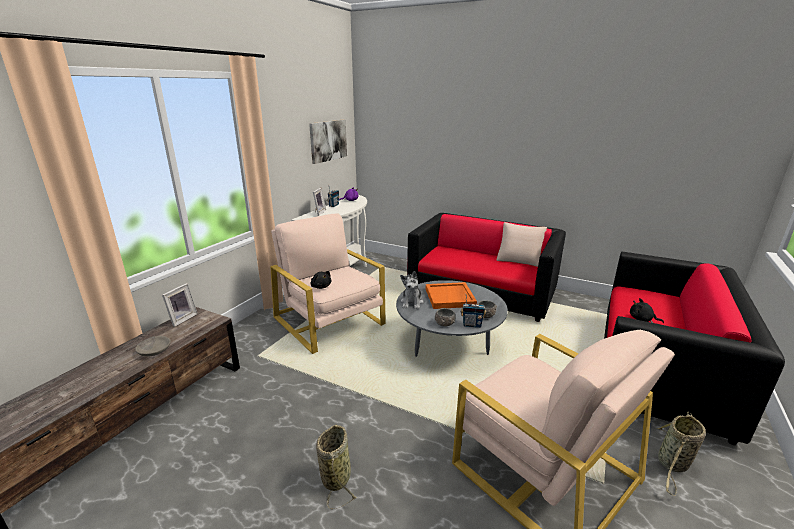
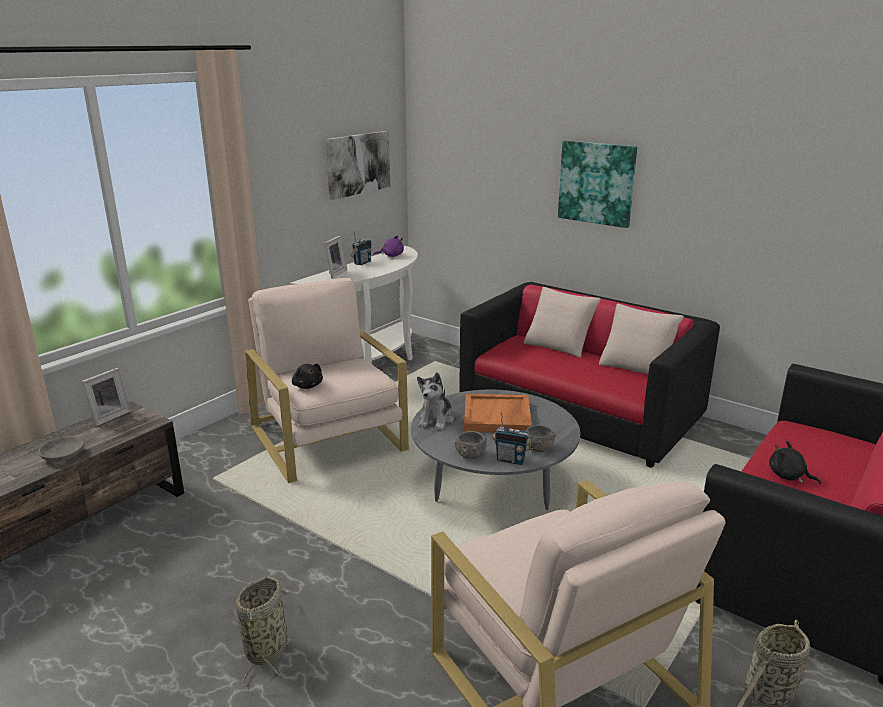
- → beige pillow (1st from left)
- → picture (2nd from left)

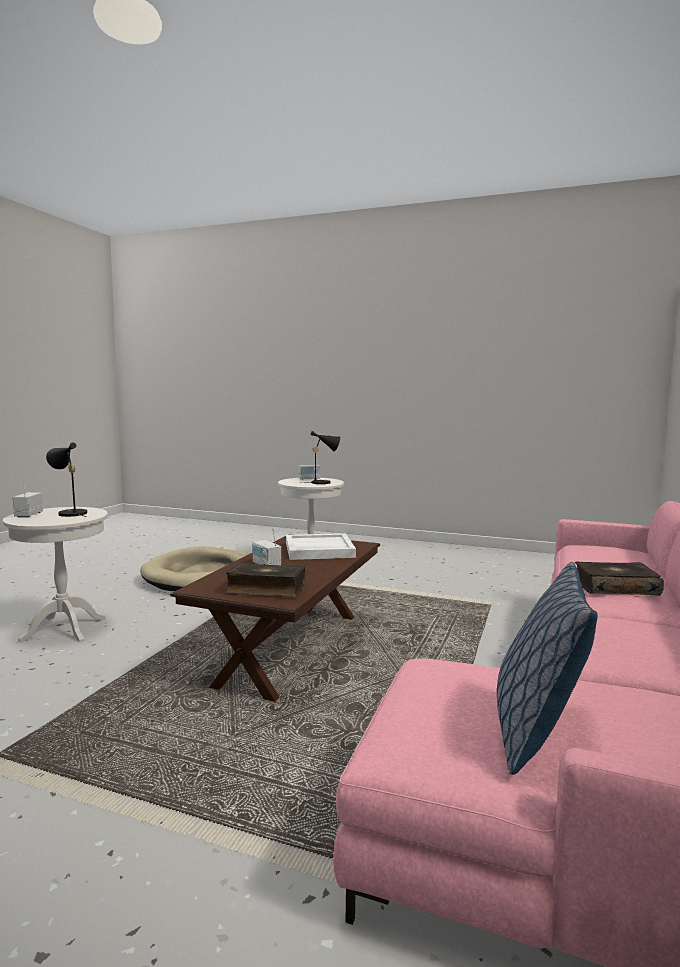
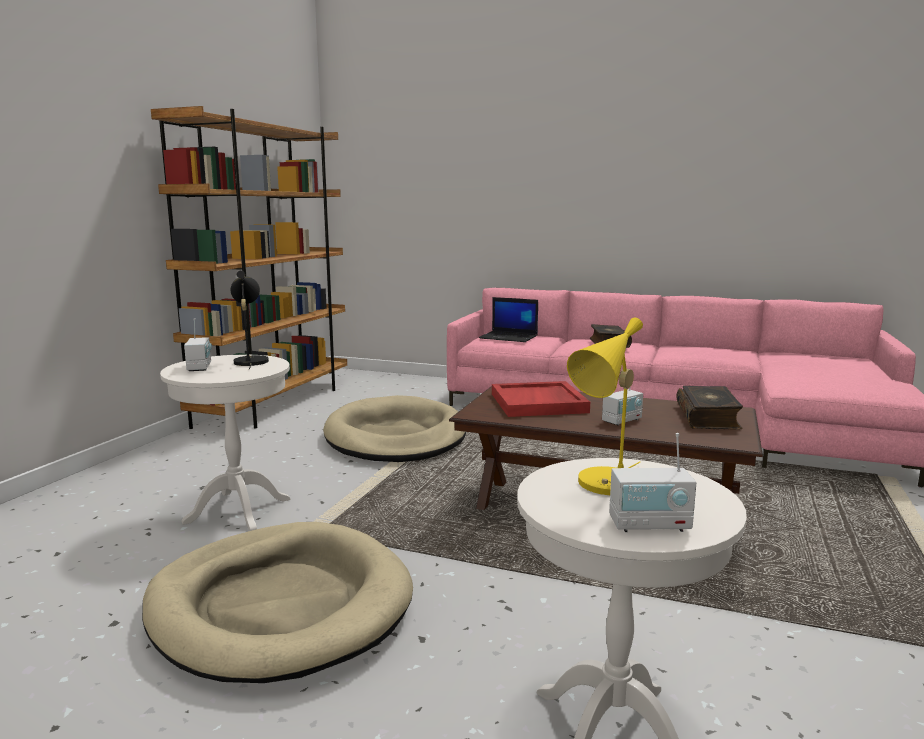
- → brown bookcase
- → beige dog bed (2nd from left)
- → laptop
white tray → red tray
black table lamp (1st from left) → yellow table lamp
pillow → -

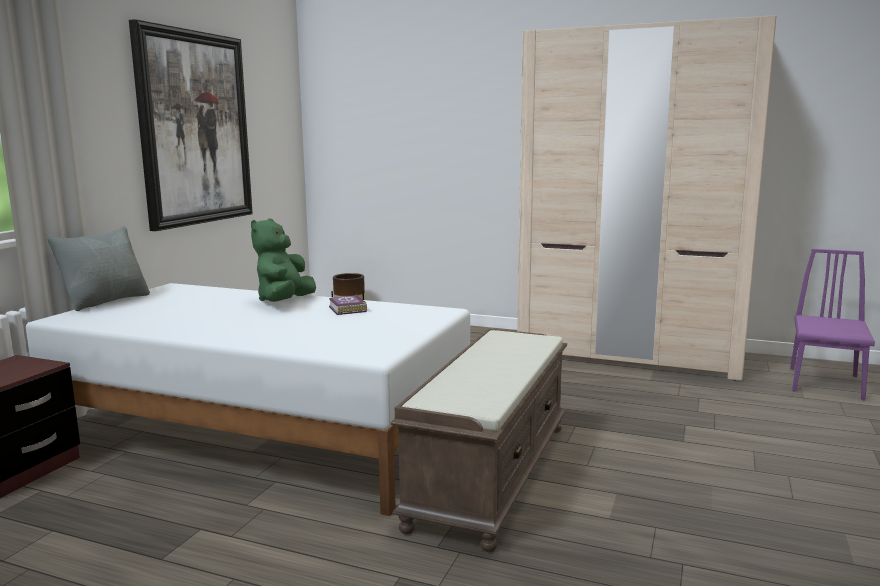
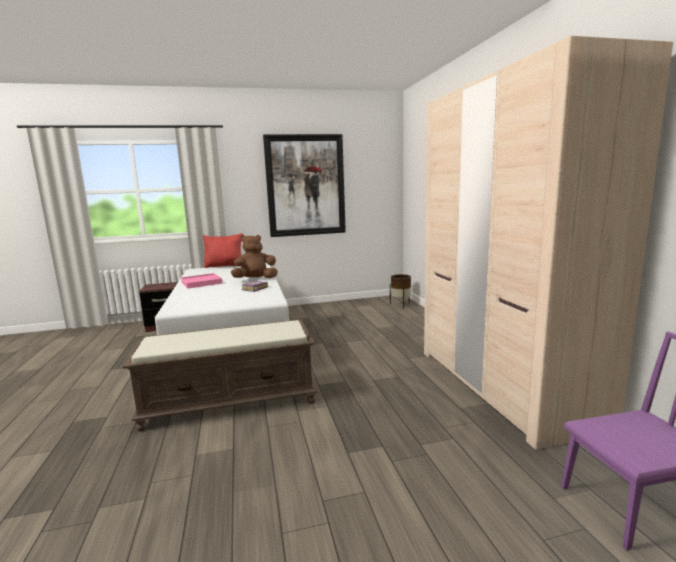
- → pink tray
grey pillow → red pillow
green plush toy → brown plush toy

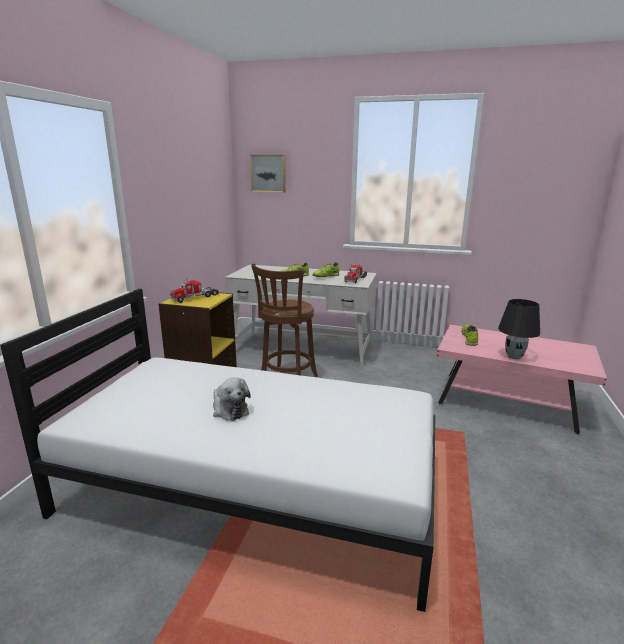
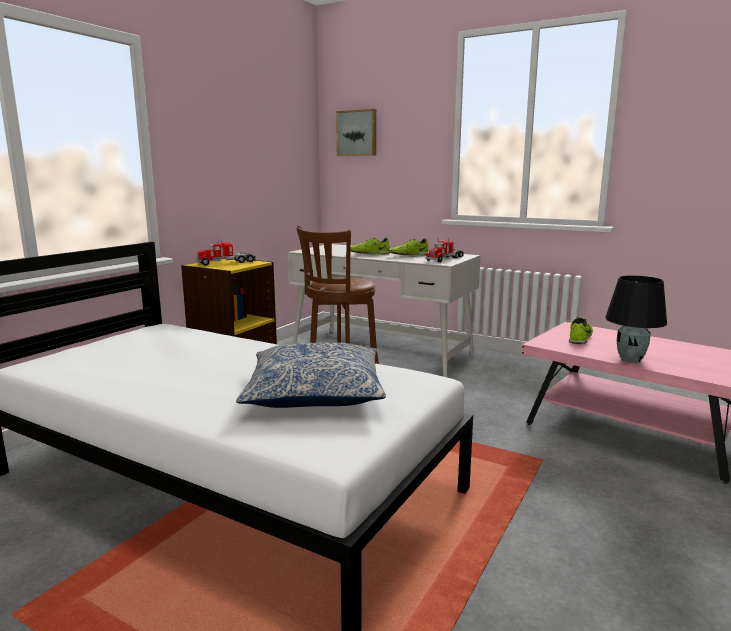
- → pillow
plush toy → -

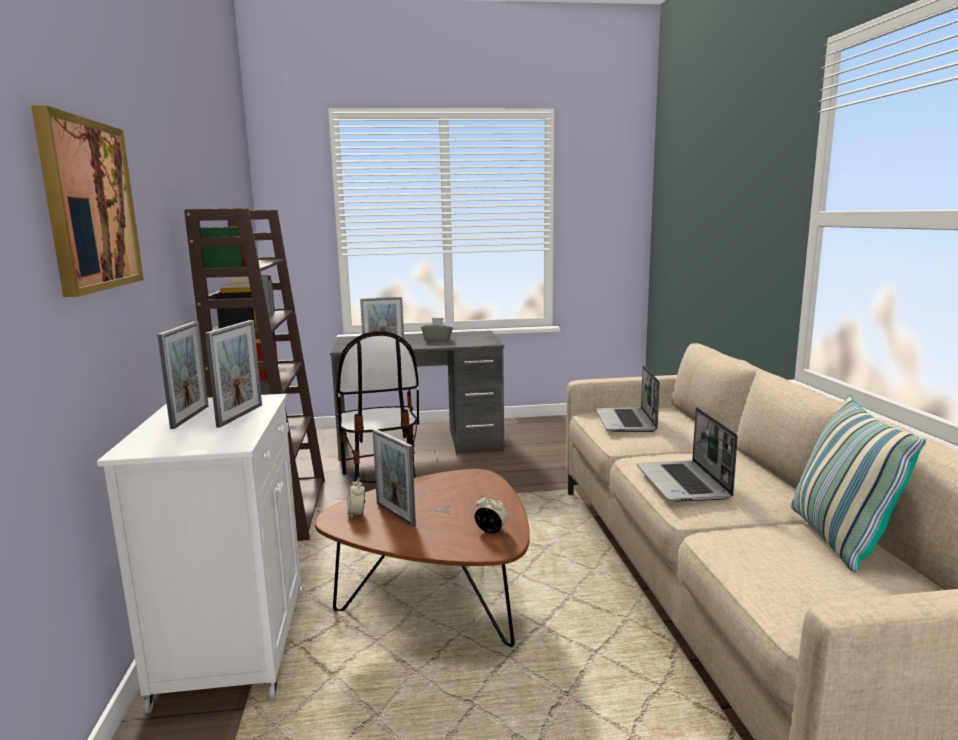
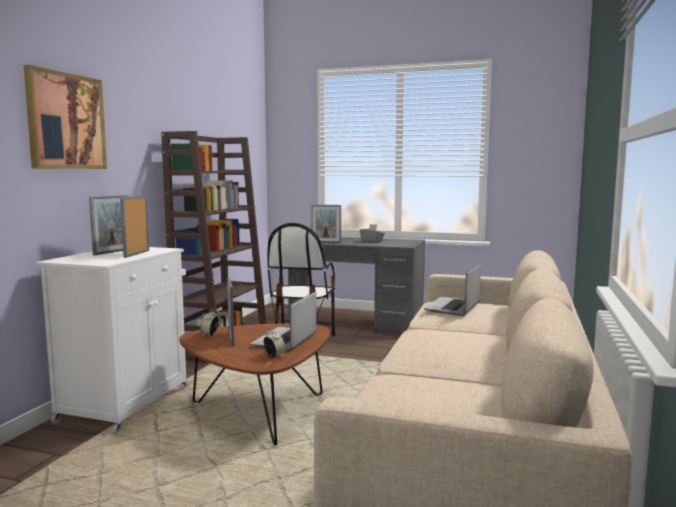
picture frame (2nd from left), 150 degrees clockwise
laptop (2nd from left in the first image) → laptop (1st from left), moved
pillow → -

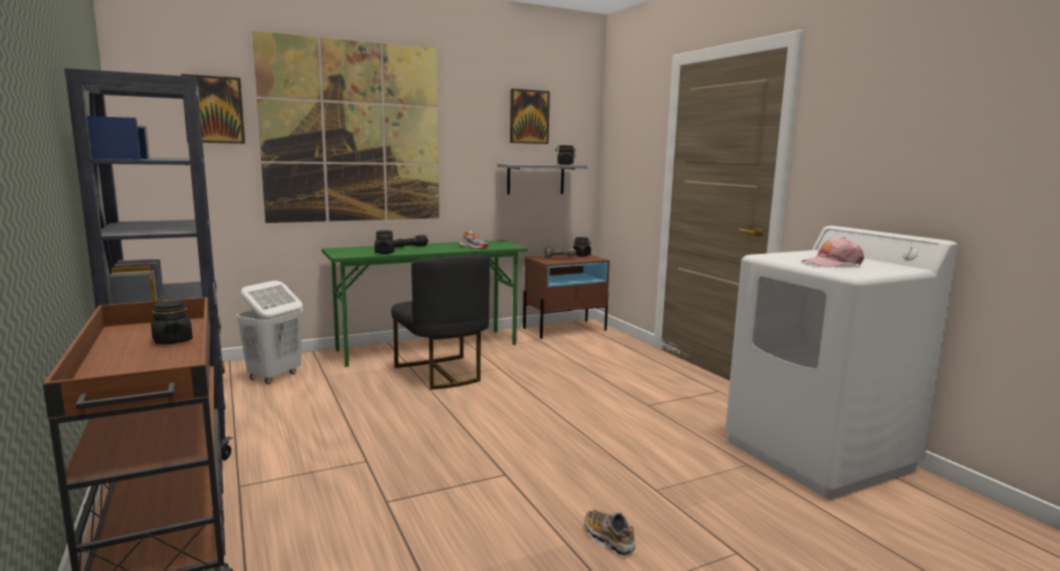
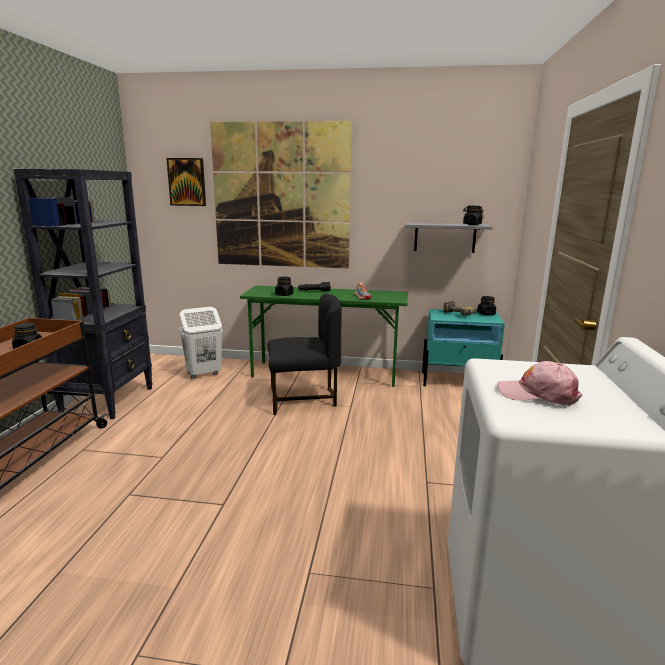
black chair, 105 degrees counterclockwise
brown nightstand → turquoise nightstand
picture (3rd from left) → -
shoe (2nd from left) → -

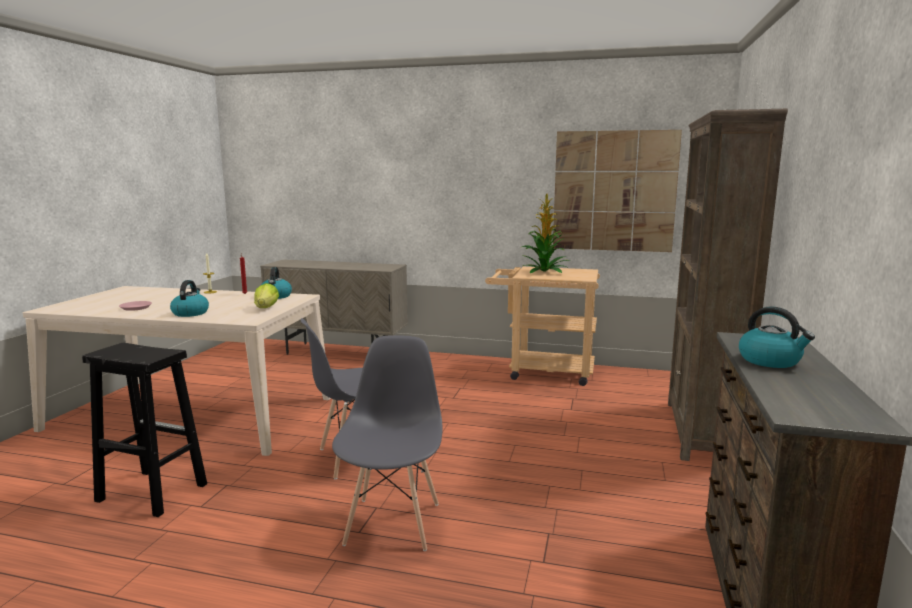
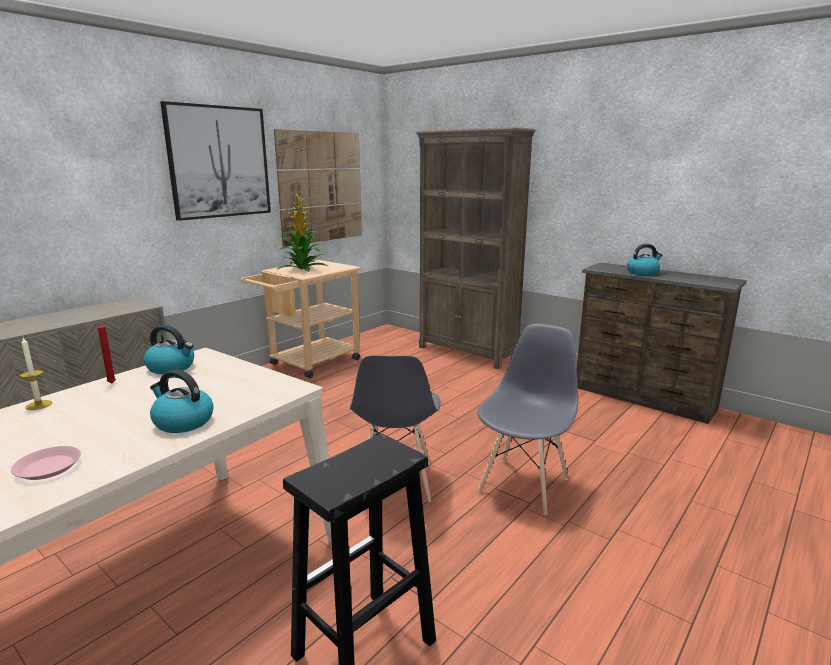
- → picture (1st from left)
grey chair (2nd from left), 90 degrees clockwise
lettuce → -

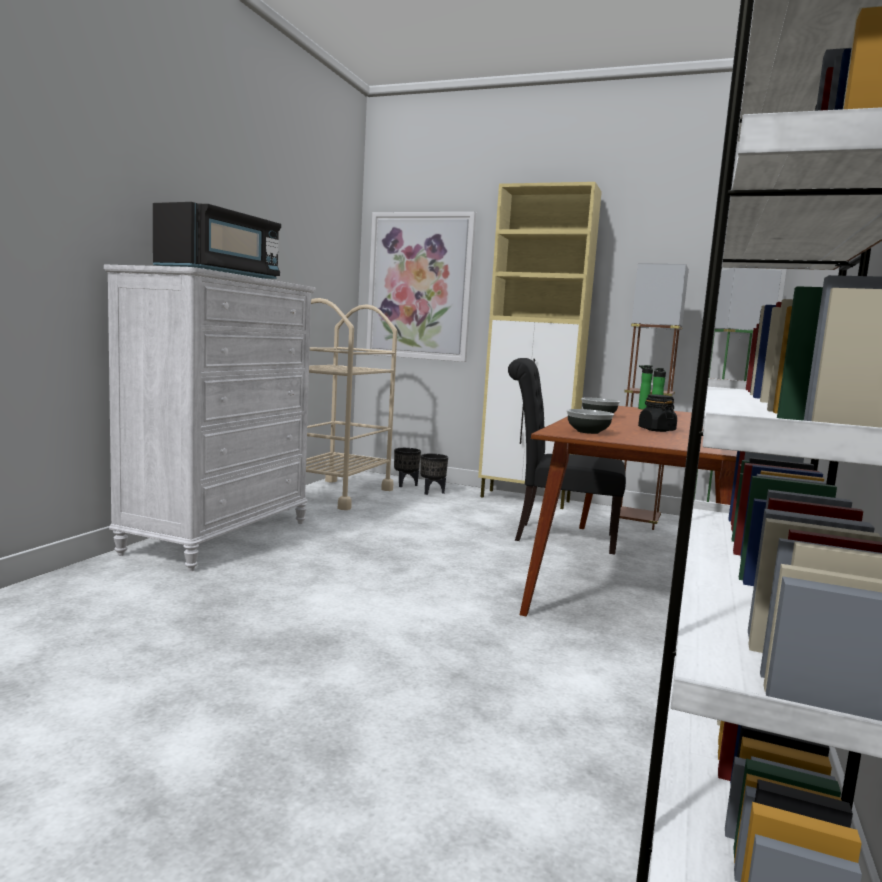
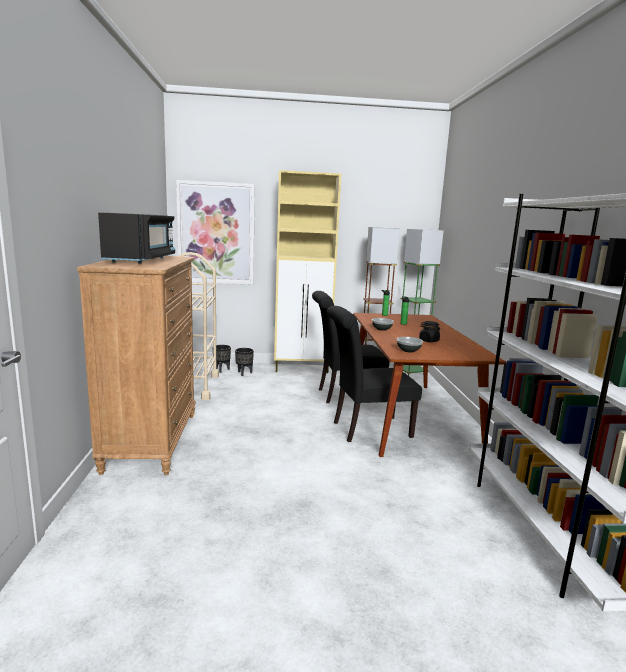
white dresser → brown dresser
- → black chair (2nd from left)

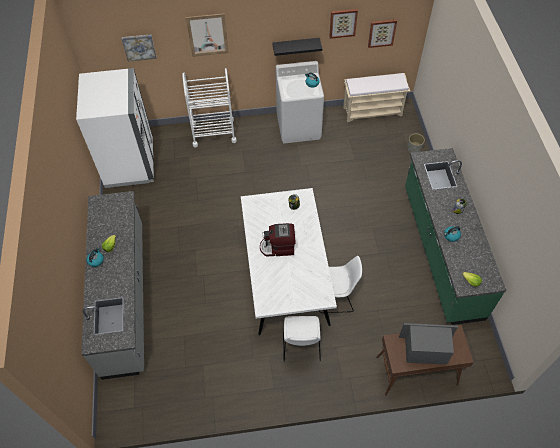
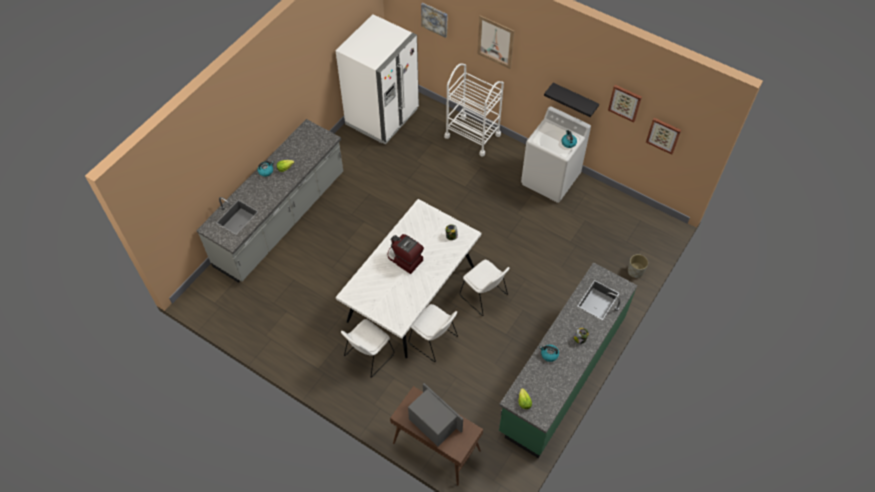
- → white chair (3rd from left)
beige bench → -

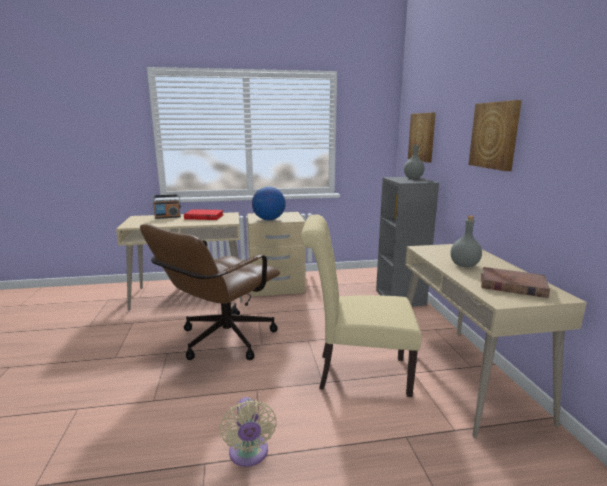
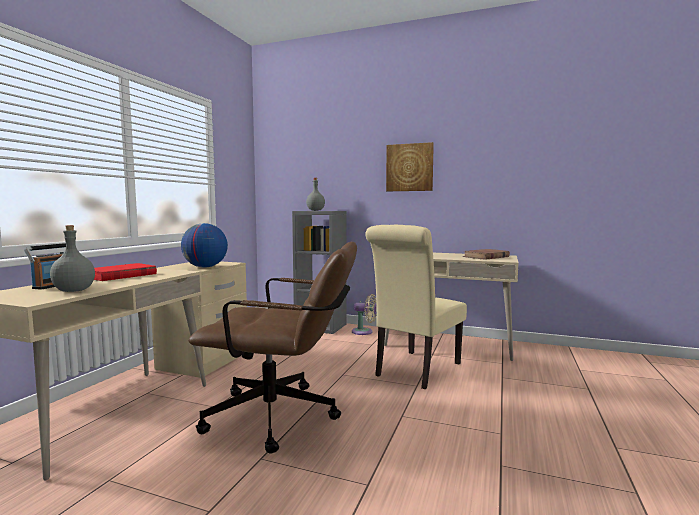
grey bottle (2nd from left in the first image) → grey bottle (1st from left), moved
brown office chair, 60 degrees counterclockwise
beige fan, moved
picture (1st from left) → -

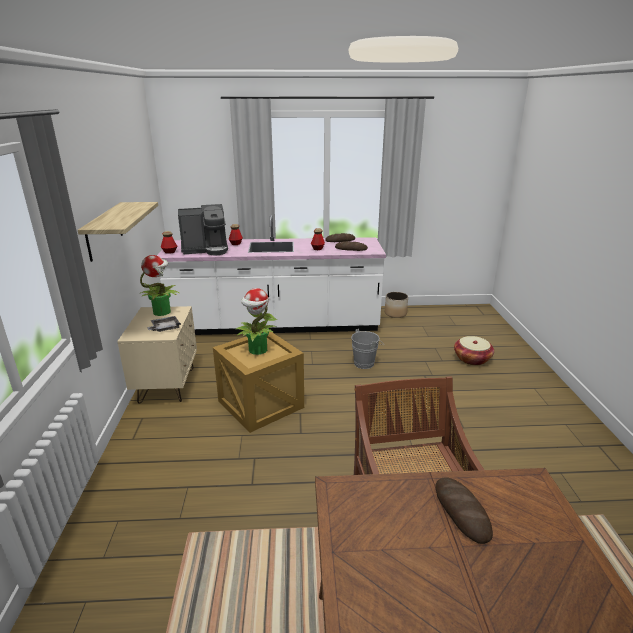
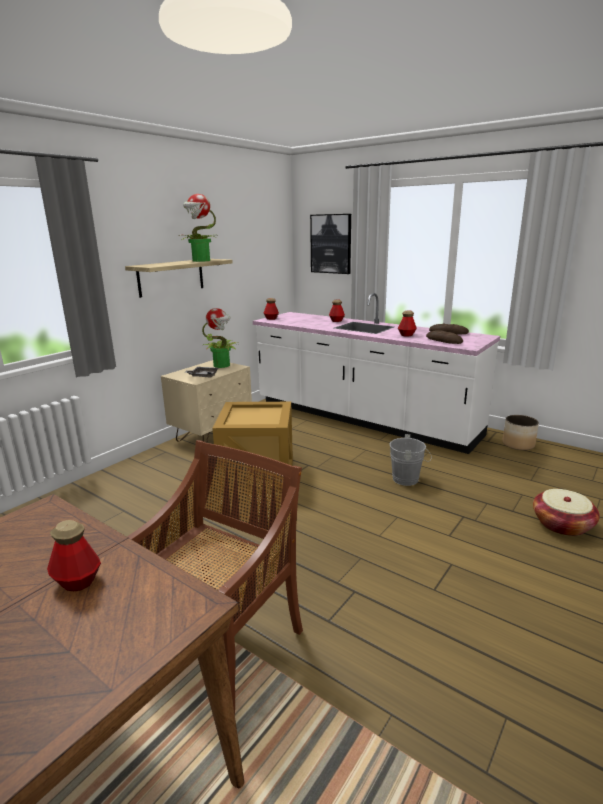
bread (3rd from left) → bottle (1st from left)
potted plant (2nd from left in the first image) → potted plant (1st from left), moved
- → picture
coffee machine → -

